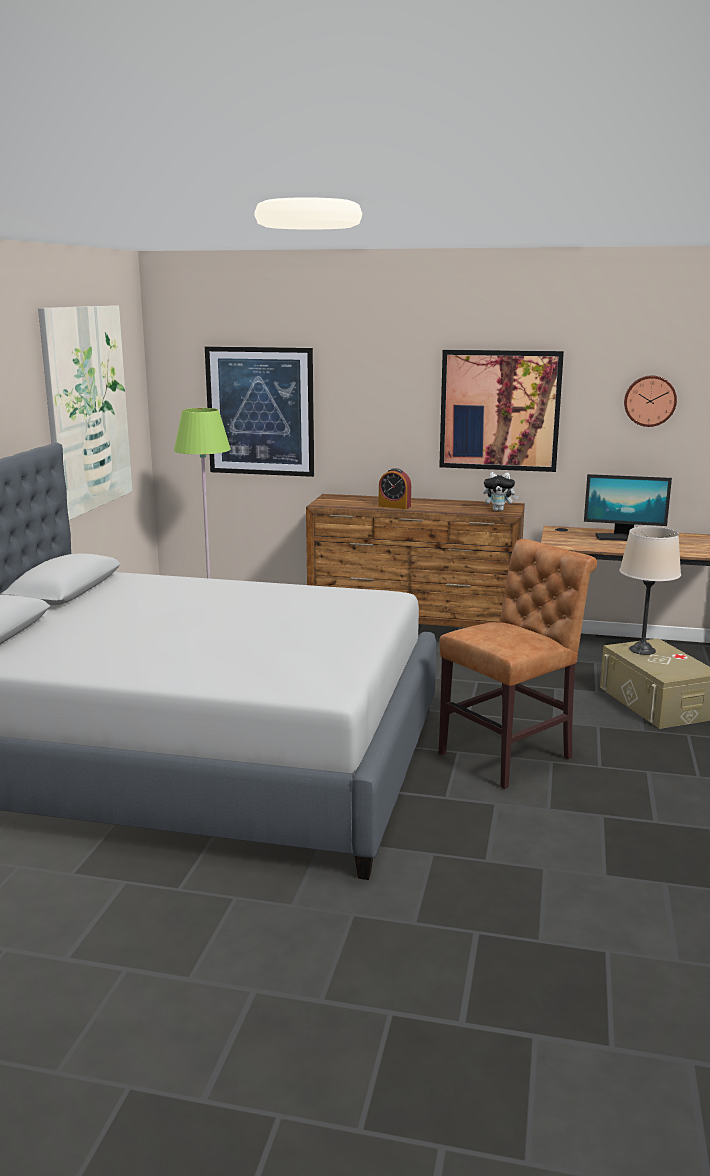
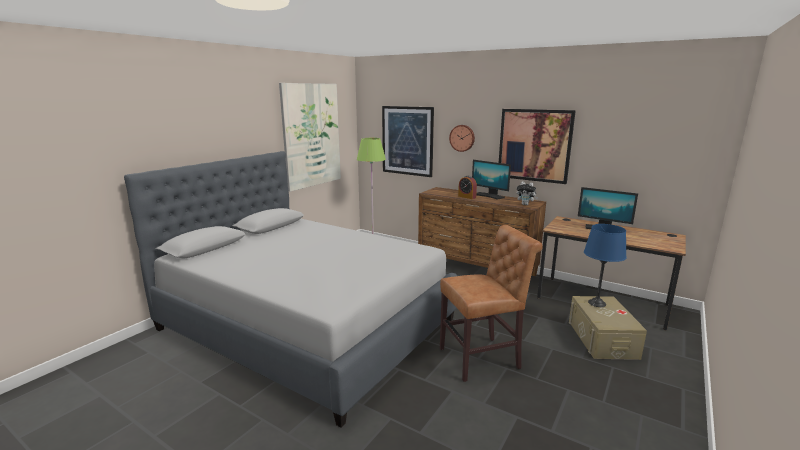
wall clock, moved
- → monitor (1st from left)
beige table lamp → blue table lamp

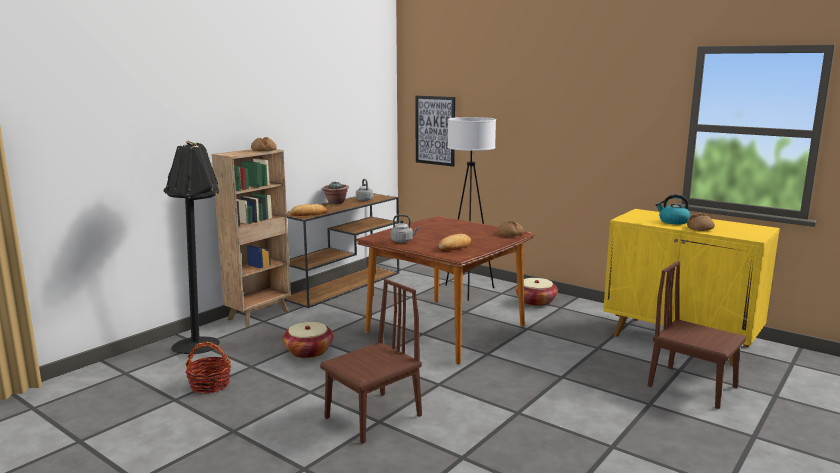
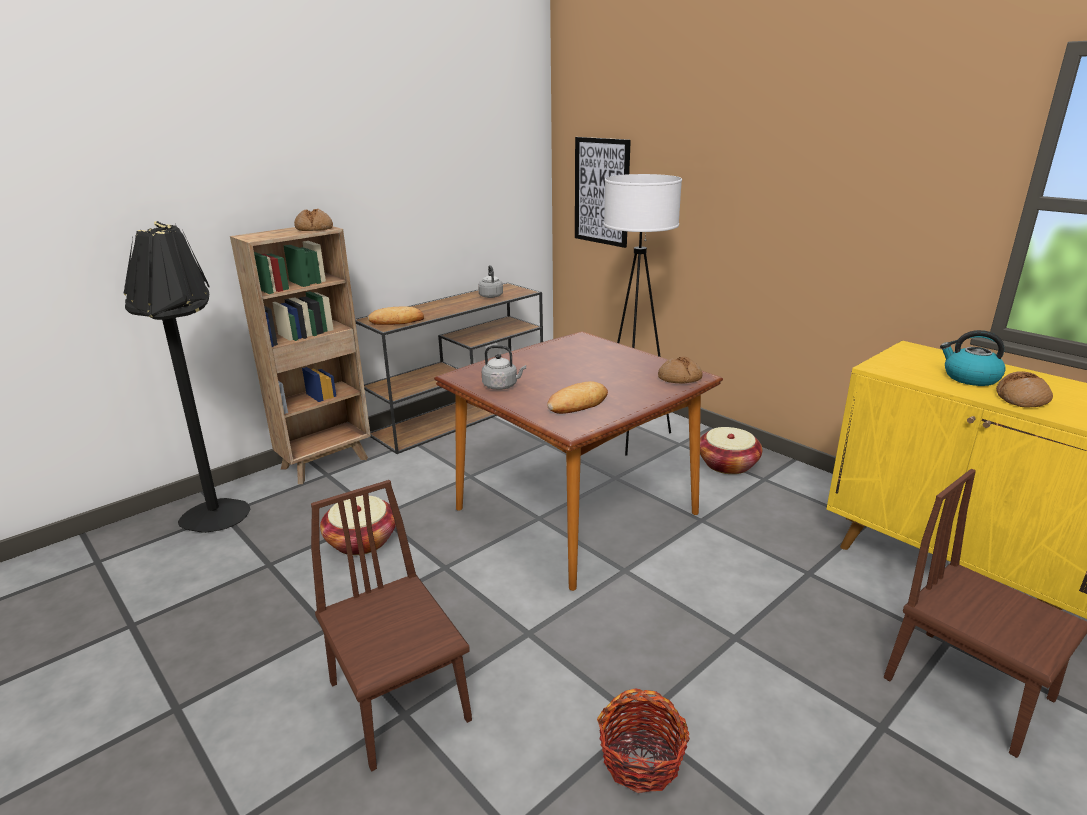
brown chair (1st from left), 90 degrees counterclockwise
basket (1st from left in the first image) → basket (2nd from left), moved
potted plant → -

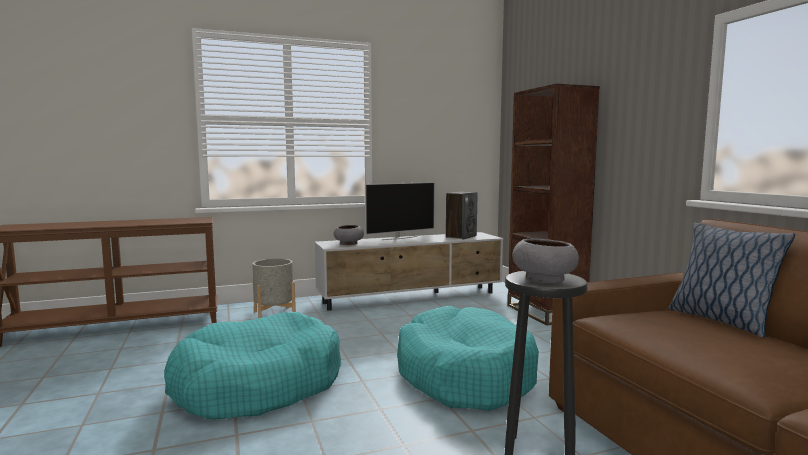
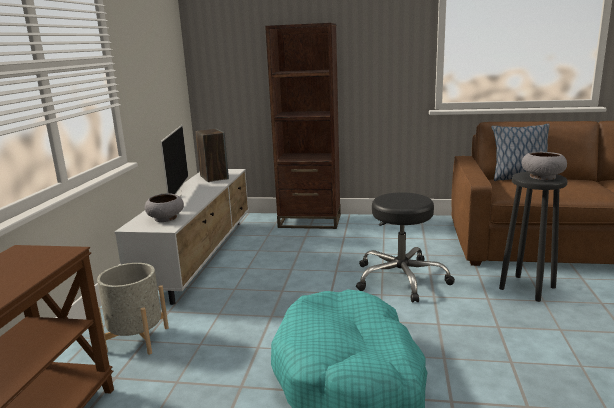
turquoise dog bed (2nd from left) → black stool (1st from left)

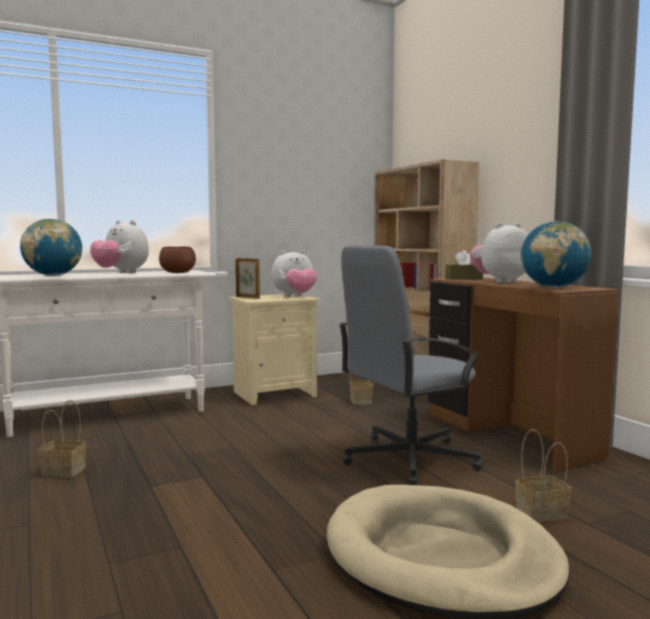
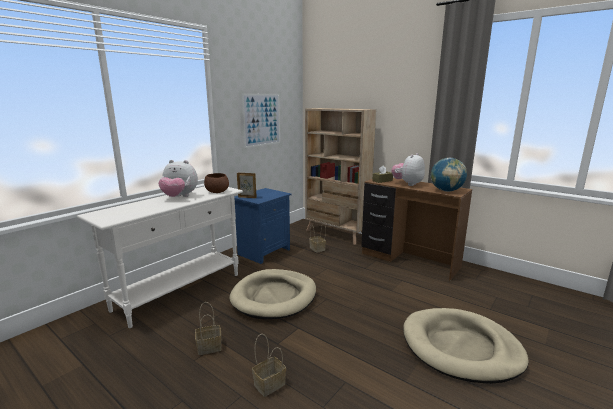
- → beige dog bed (1st from left)
beige nightstand → blue nightstand
- → picture
basket (3rd from left in the first image) → basket (2nd from left), moved
globe (1st from left) → -
plush toy (2nd from left) → -
grey office chair → -

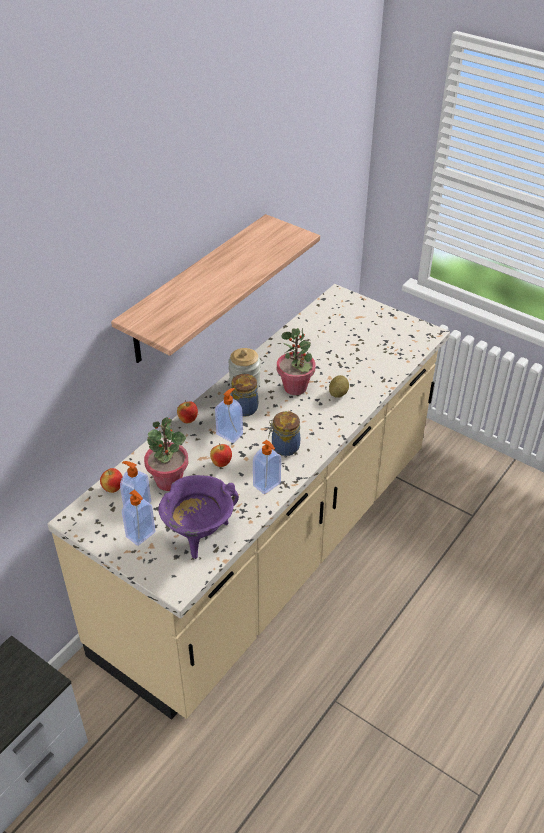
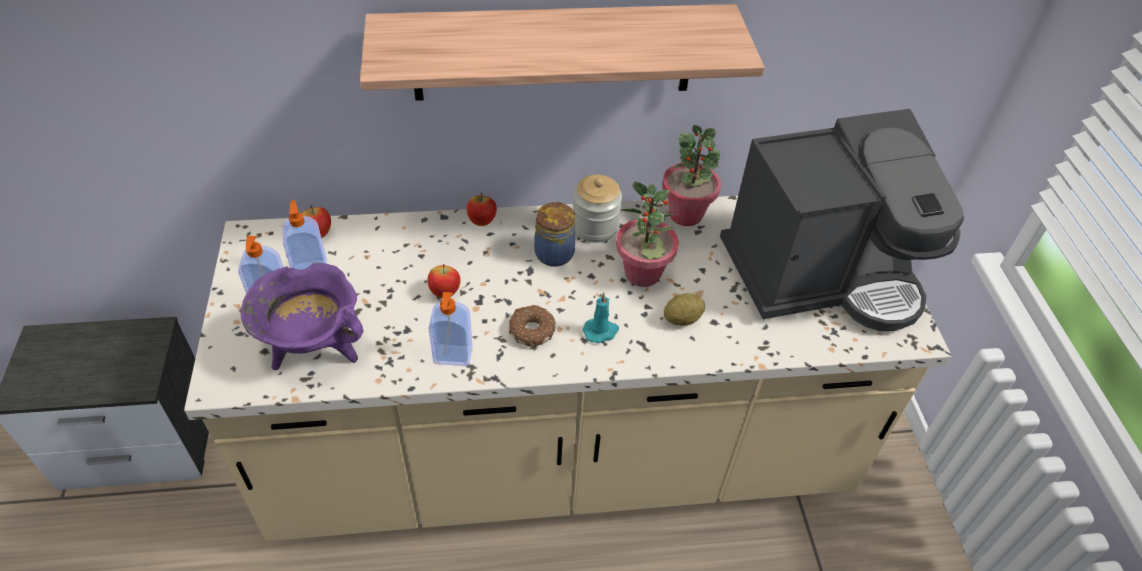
jar (3rd from left) → donut
- → turquoise candle
potted plant (1st from left in the first image) → potted plant (2nd from left), moved
- → coffee machine
soap dispenser (3rd from left) → -

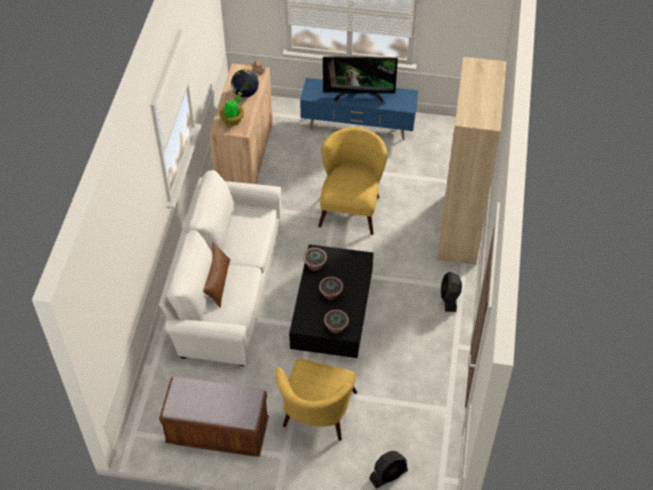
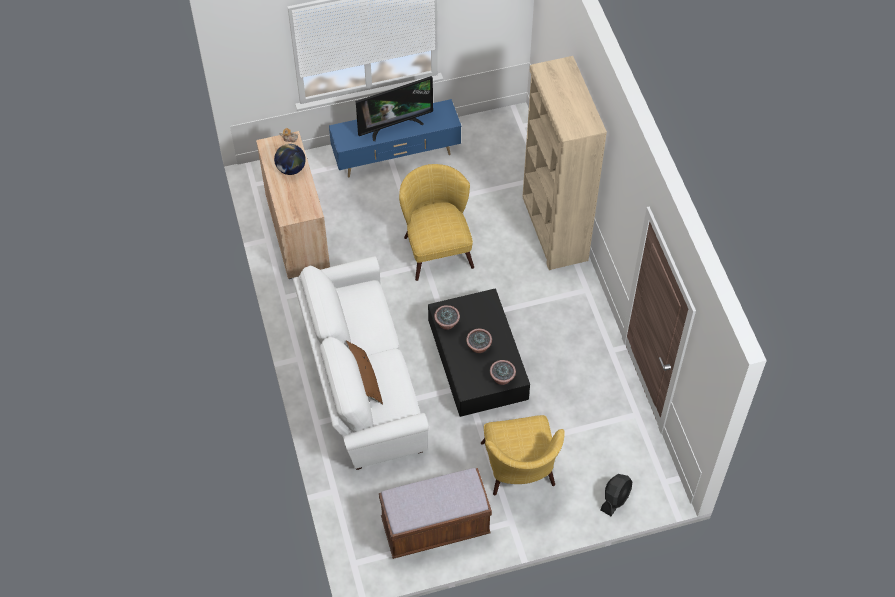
potted plant (1st from left) → -
black fan (2nd from left) → -

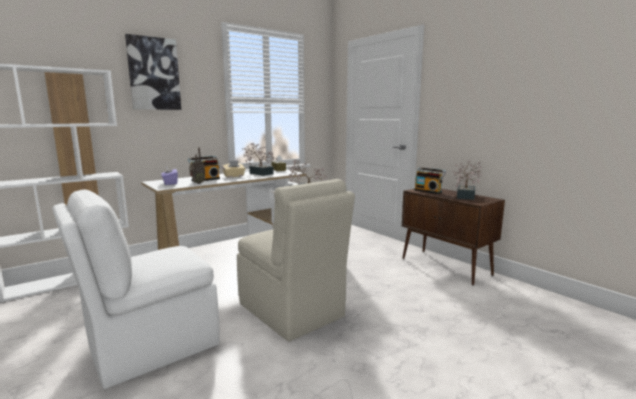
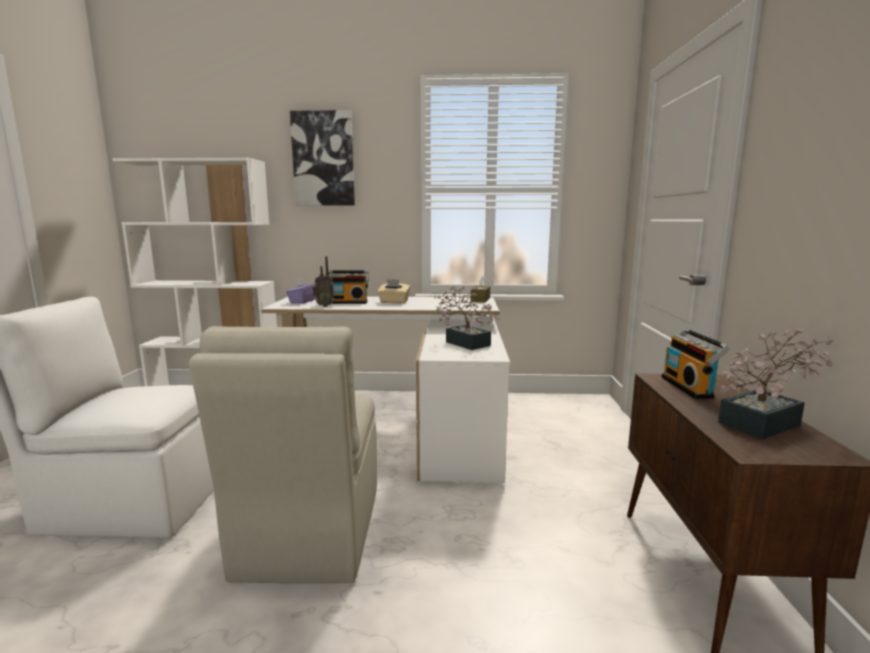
potted plant (1st from left) → -

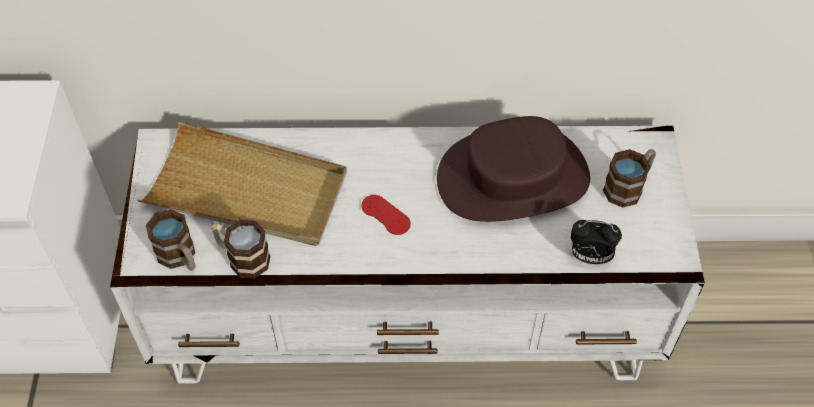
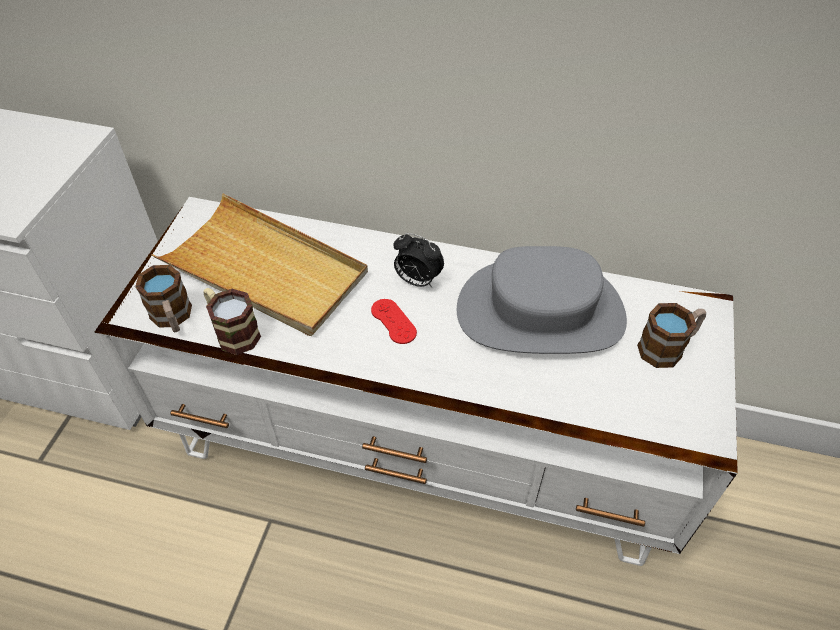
alarm clock, moved
brown hat → grey hat

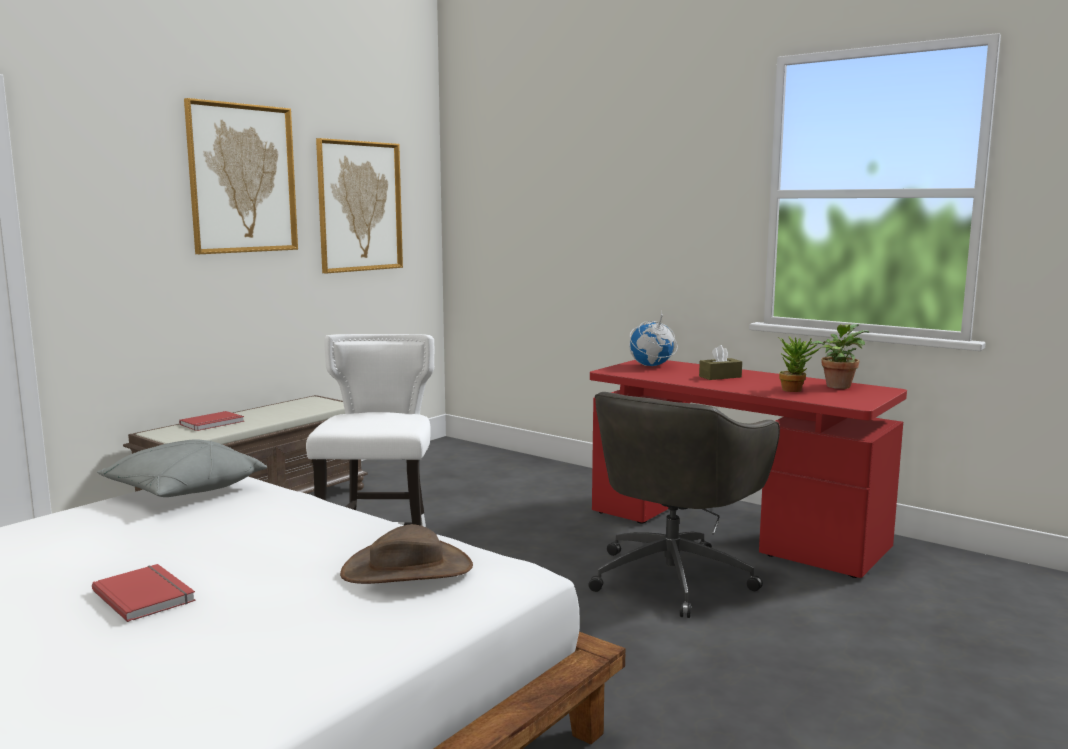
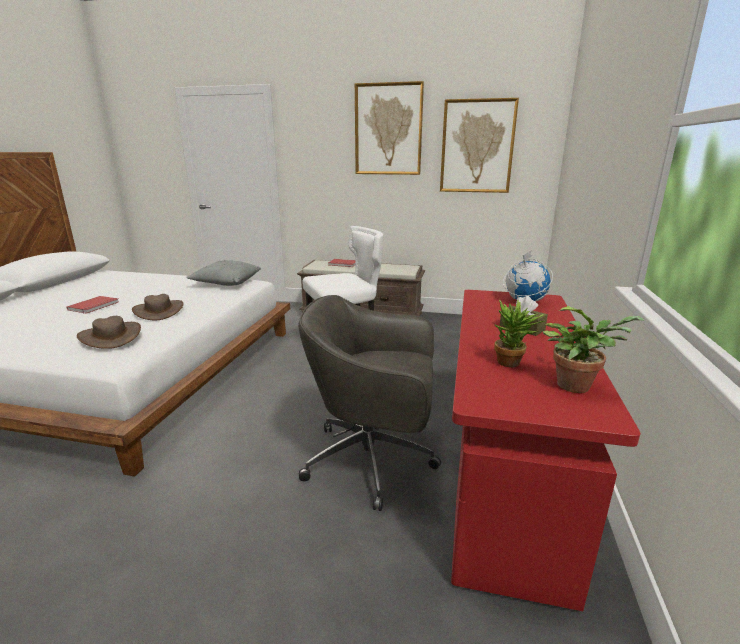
- → brown hat (2nd from left)

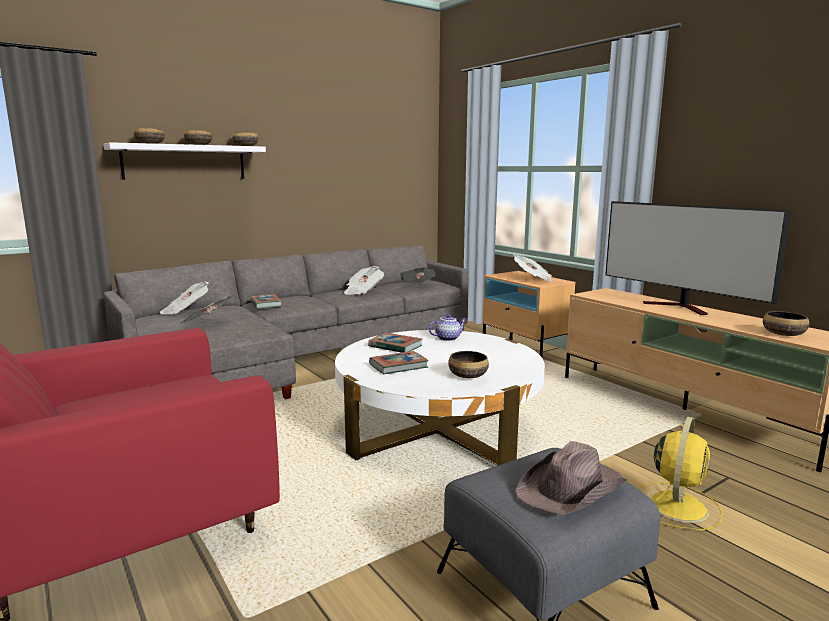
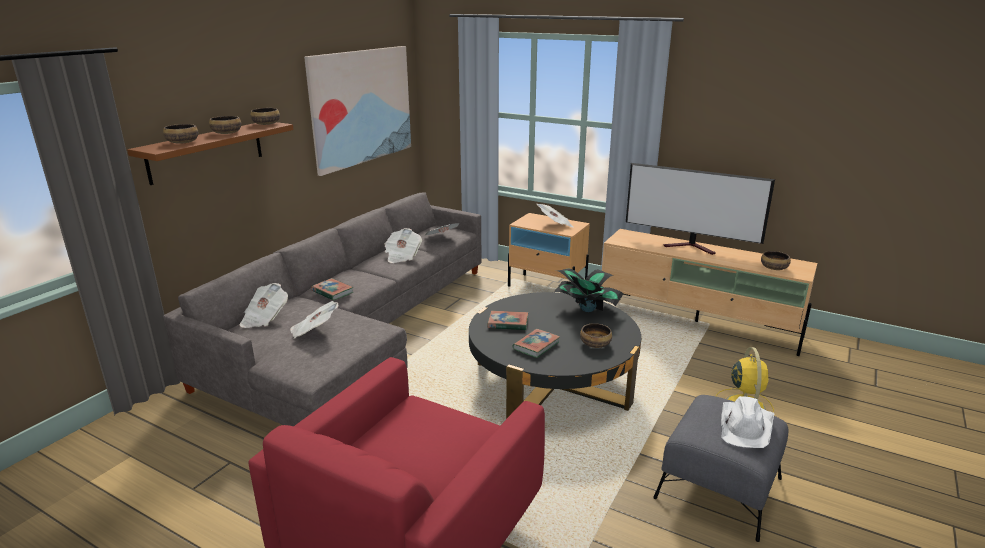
white shelf → brown shelf
- → picture
white coffee table → black coffee table
- → potted plant
brown hat → white hat
teapot → -

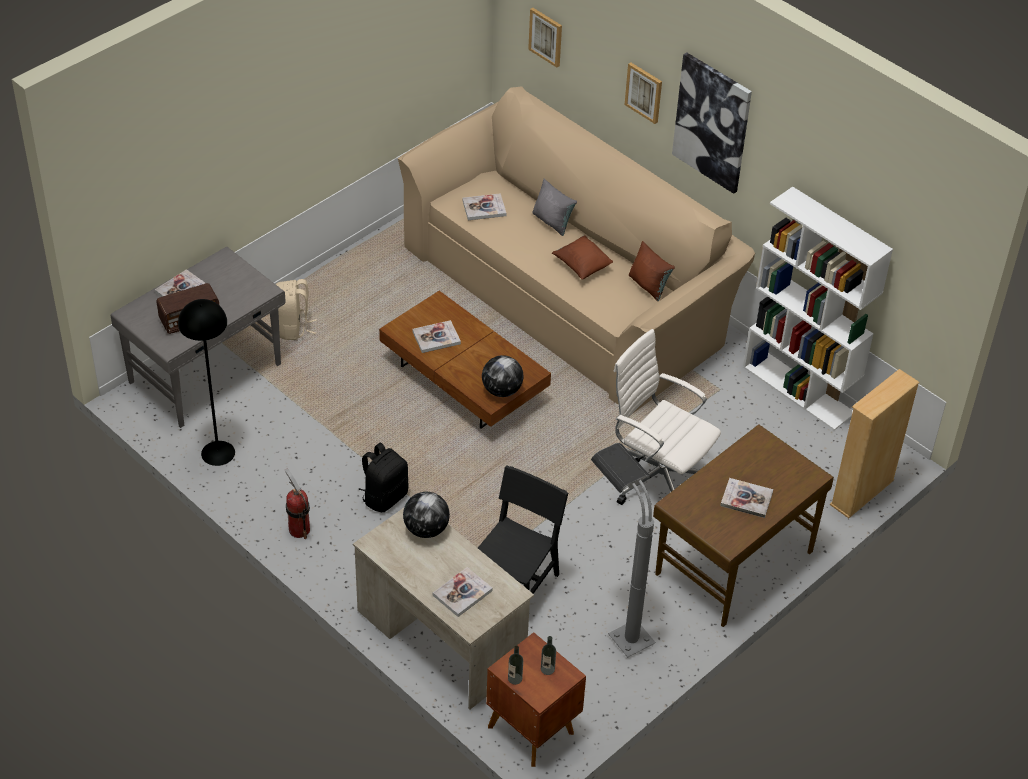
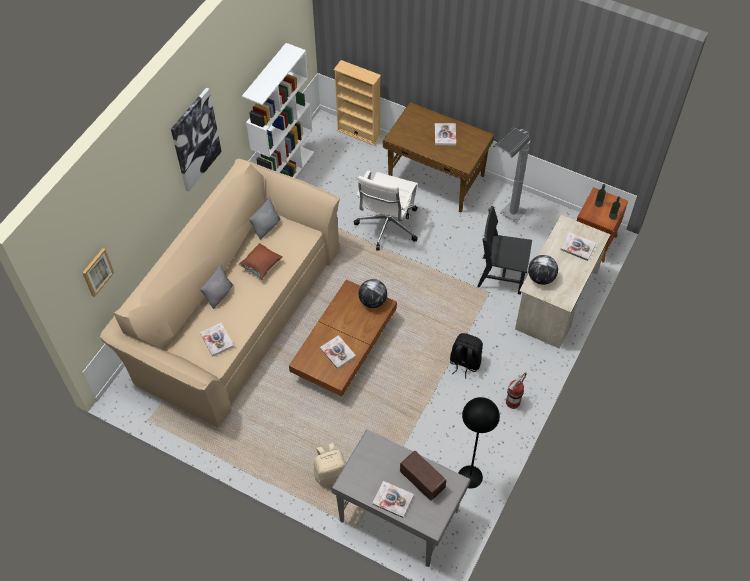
brown pillow (2nd from left) → grey pillow (2nd from left)
picture (2nd from left) → -

